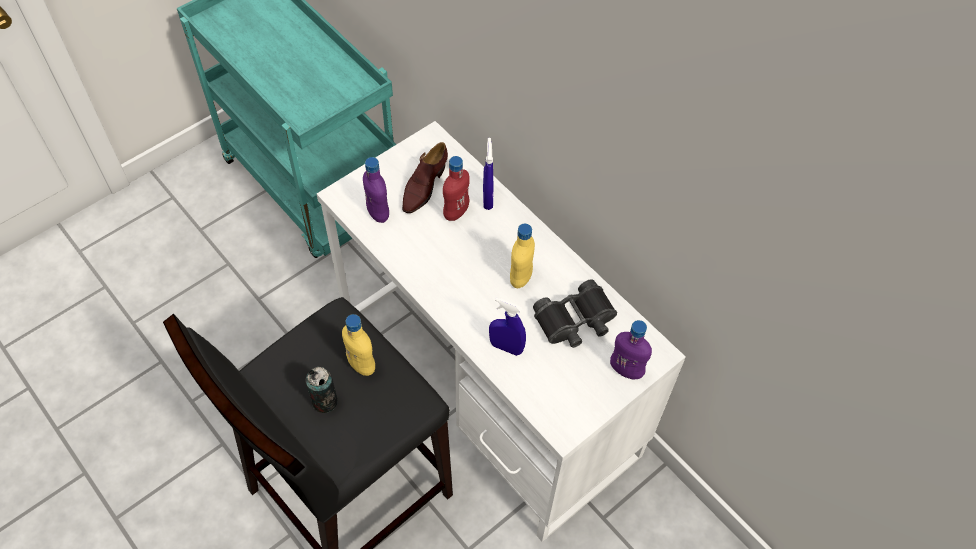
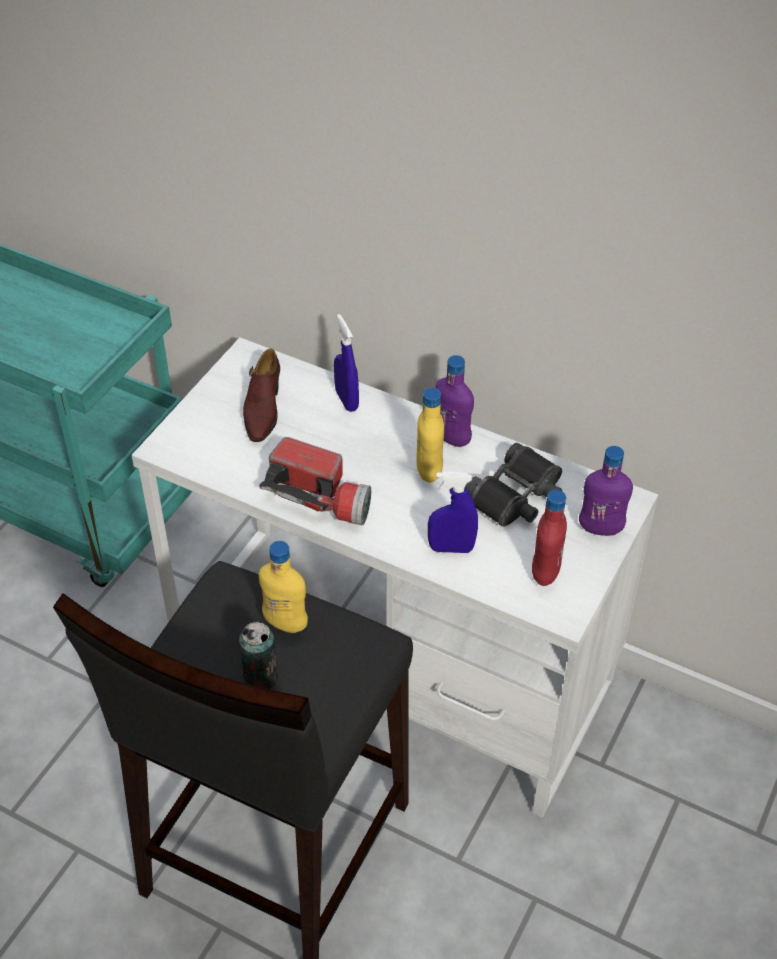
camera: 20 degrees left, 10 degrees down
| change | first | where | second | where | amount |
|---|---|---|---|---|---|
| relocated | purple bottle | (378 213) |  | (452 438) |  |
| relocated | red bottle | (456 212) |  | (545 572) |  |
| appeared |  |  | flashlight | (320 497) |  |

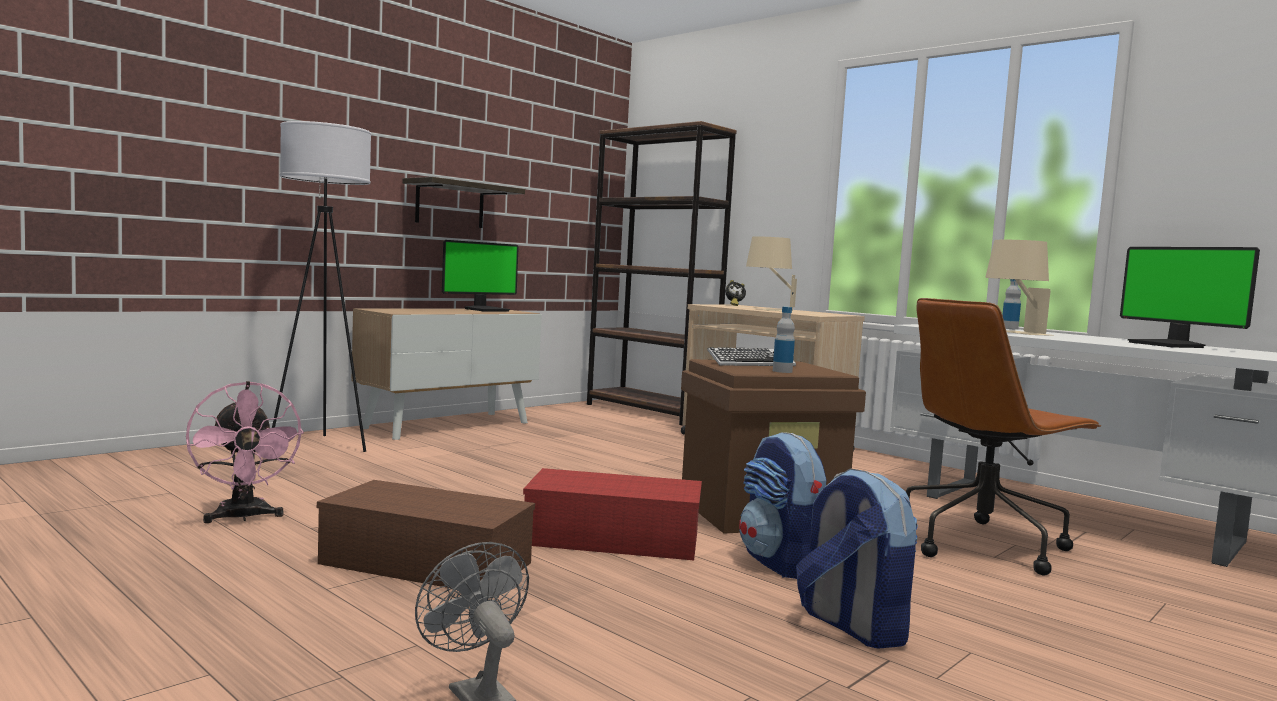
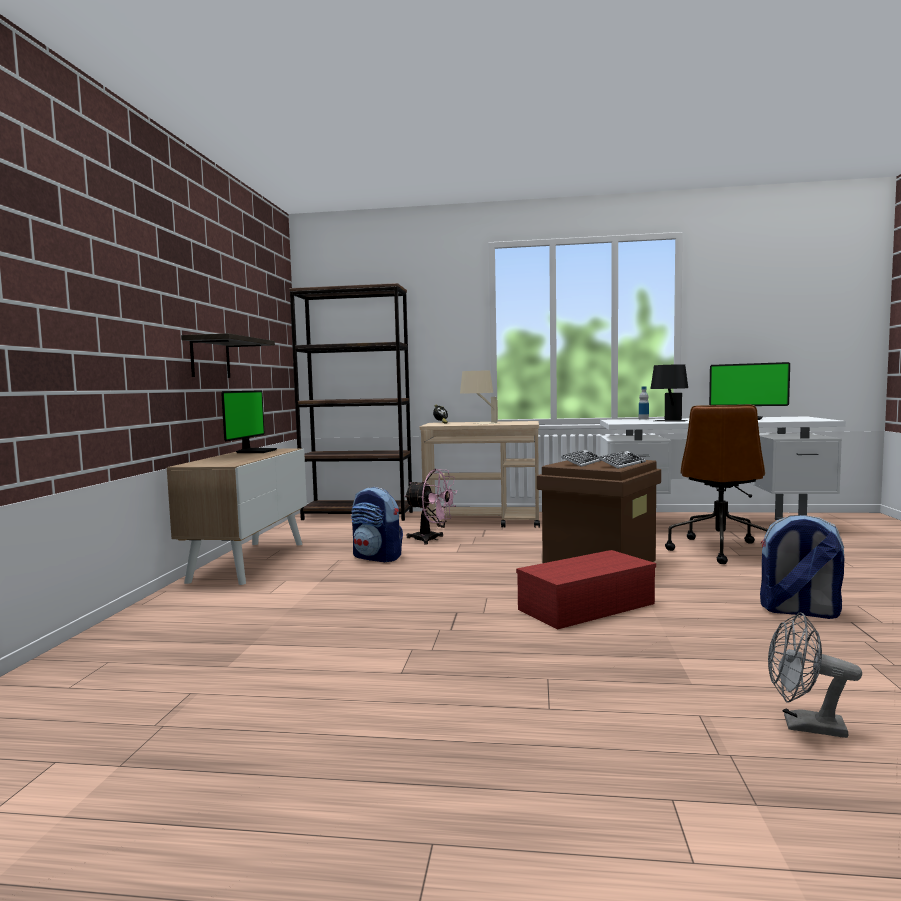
camera: 35 degrees left, 0 degrees up
| change | first | where | second | where | amount |
|---|---|---|---|---|---|
| relocated | pink fan | (243 517) |  | (431 539) |  |
| missing | white floor lamp | (320 446) |  |  |  |
| missing | brown storage box | (430 563) |  |  |  |
| relocated | backpack | (782 564) |  | (377 557) |  |
| exchanged | bottle | (782 371) | keyboard | (622 464) |  |
| colour | beige table lamp | (1014 332) | black table lamp | (669 421) |  |

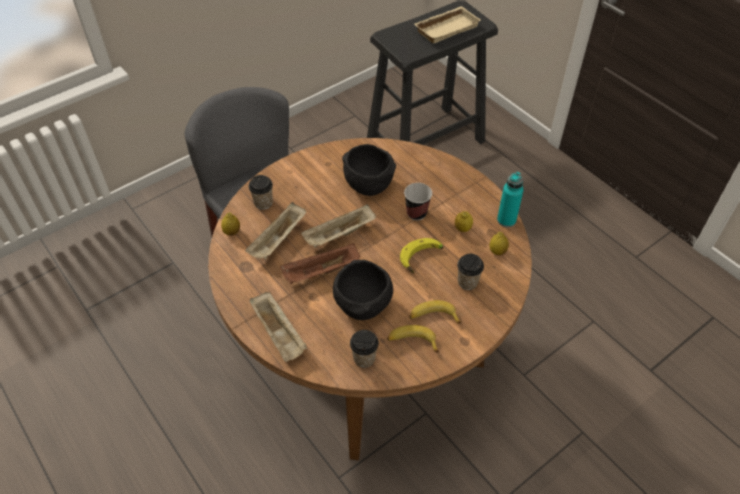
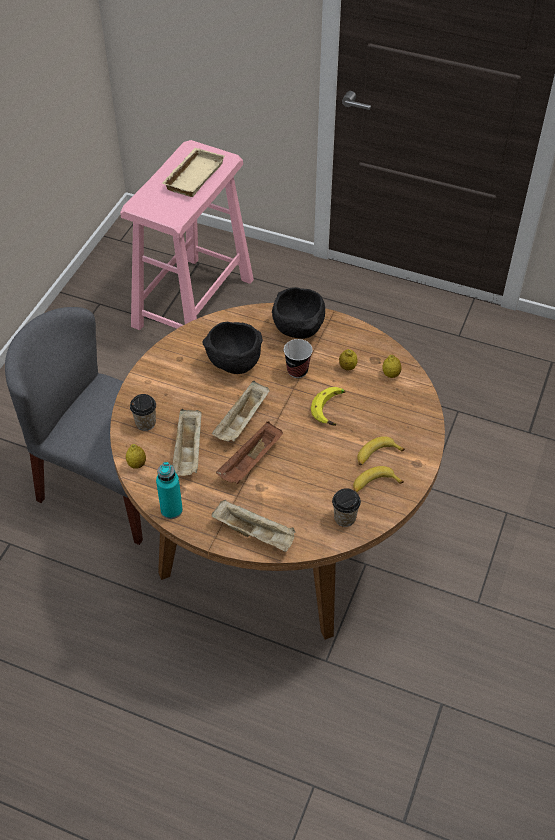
camera: 30 degrees left, 0 degrees up
| change | first | where | second | where | amount |
|---|---|---|---|---|---|
| relocated | black bowl | (363 306) |  | (299 330) |  |
| colour | black stool | (425 142) | pink stool | (193 303) |  |
| missing | cup | (467 282) |  |  |  |
| relocated | turquoise bottle | (506 220) |  | (171 510) |  |

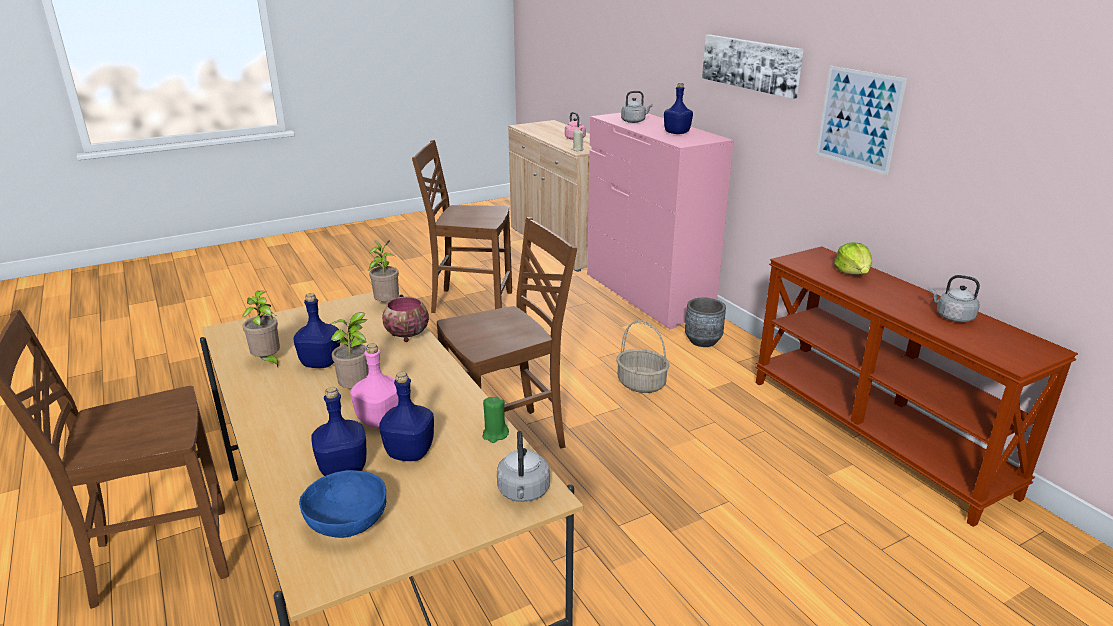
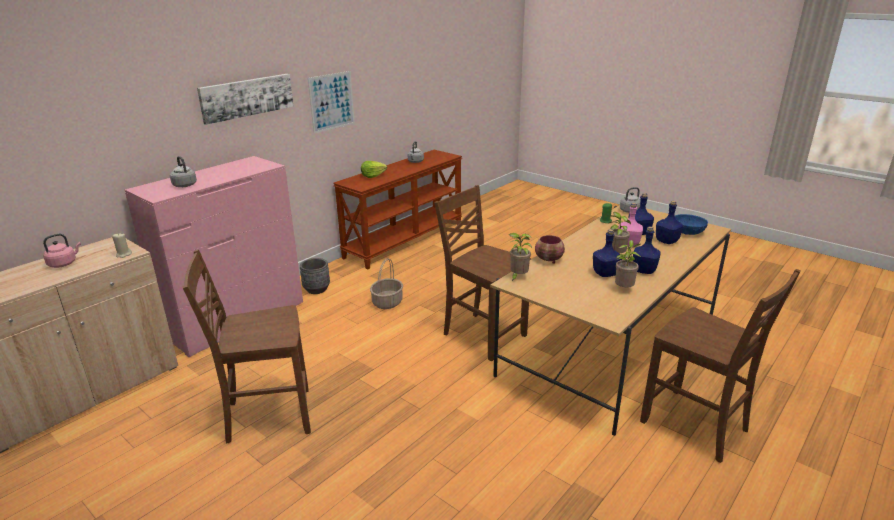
camera: 110 degrees left, 0 degrees up
| change | first | where | second | where | amount |
|---|---|---|---|---|---|
| spun | brown chair | (470 302) |  | (267 416) | 90 degrees clockwise |
| relocated | blue bottle | (677 133) |  | (644 270) |  |

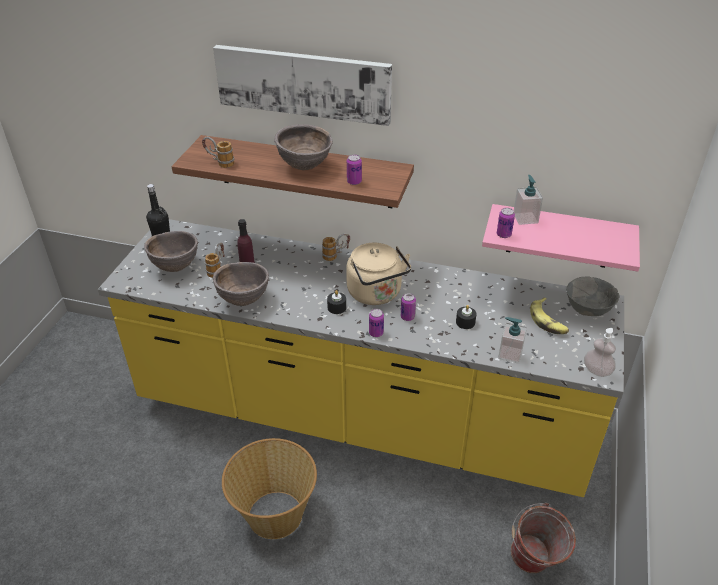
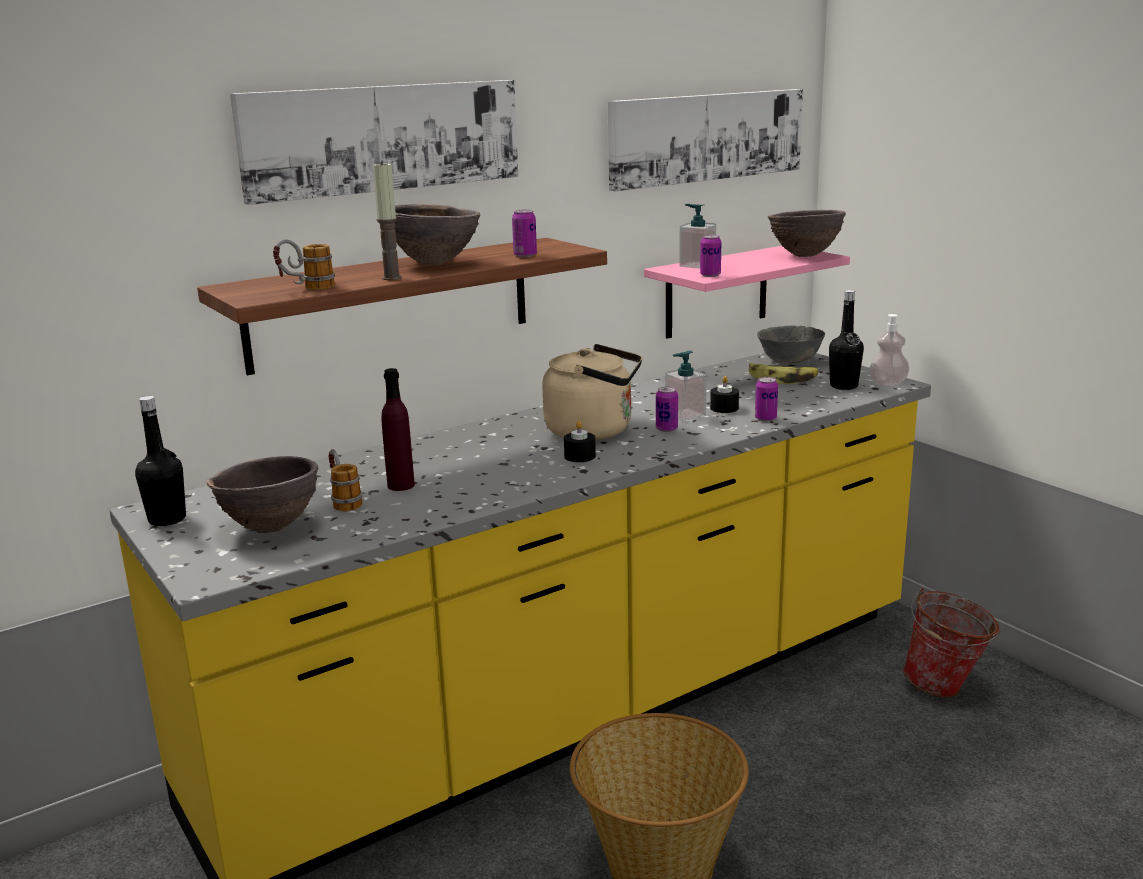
camera: 50 degrees left, 20 degrees down
| change | first | where | second | where | amount |
|---|---|---|---|---|---|
| relocated | brown bowl | (244 300) |  | (804 256) |  |
| missing | mug | (336 255) |  |  |  |
| relocated | can | (376 333) |  | (765 418) |  |
| relocated | soap dispenser | (510 354) |  | (685 415) |  |
| appeared |  |  | candle | (392 278) |  |
| appeared |  |  | picture | (706 137) |  |
| appeared |  |  | black bottle | (843 386) |  |

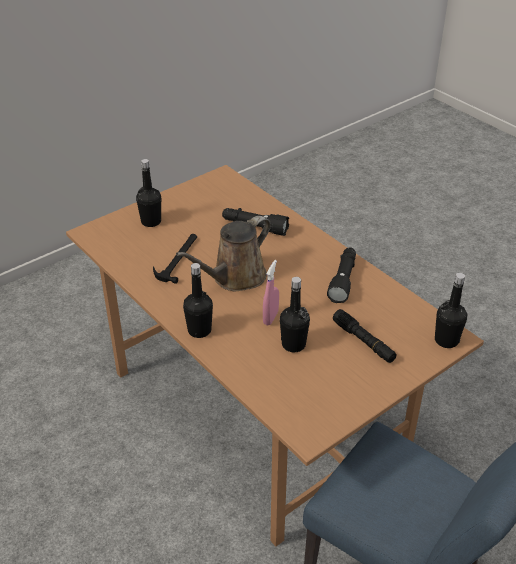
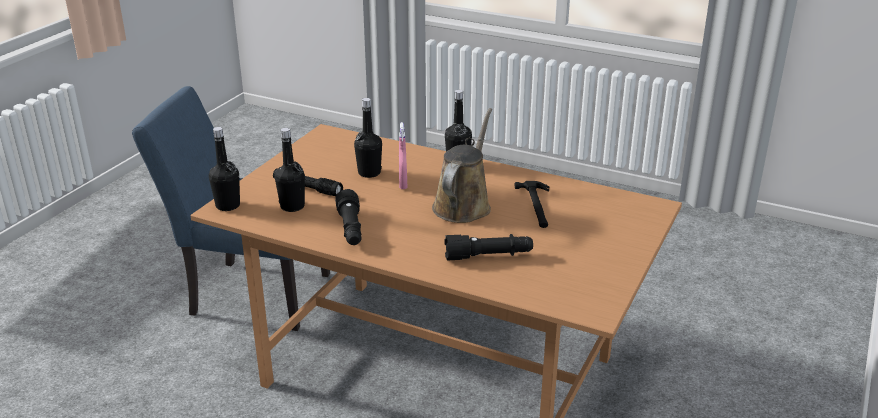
camera: 155 degrees right, 10 degrees down
| change | first | where | second | where | amount |
|---|---|---|---|---|---|
| relocated | black bottle | (151 221) |  | (292 206) |  |

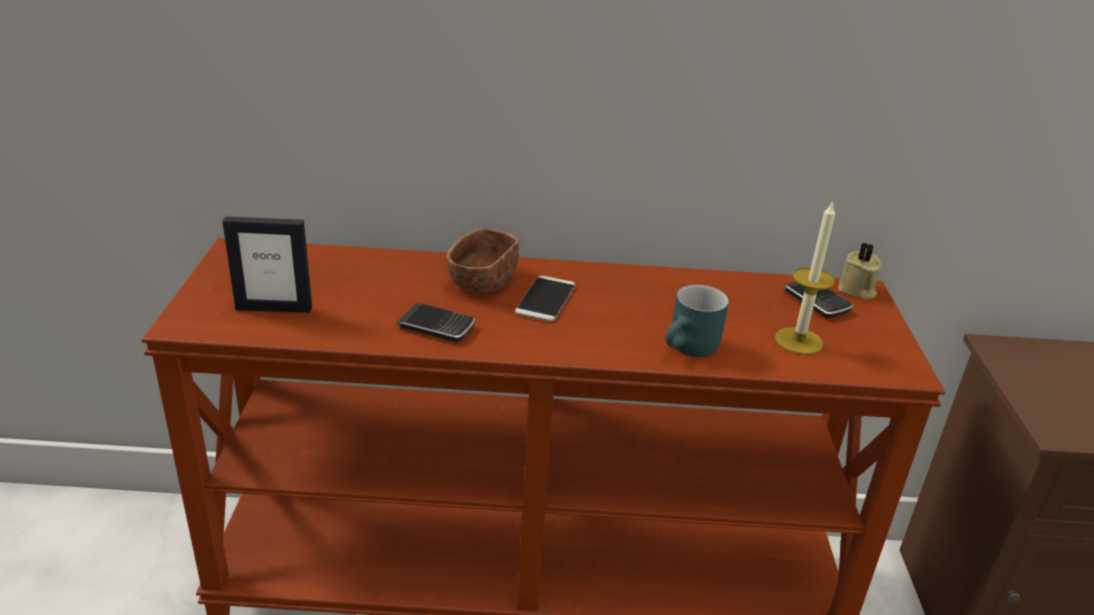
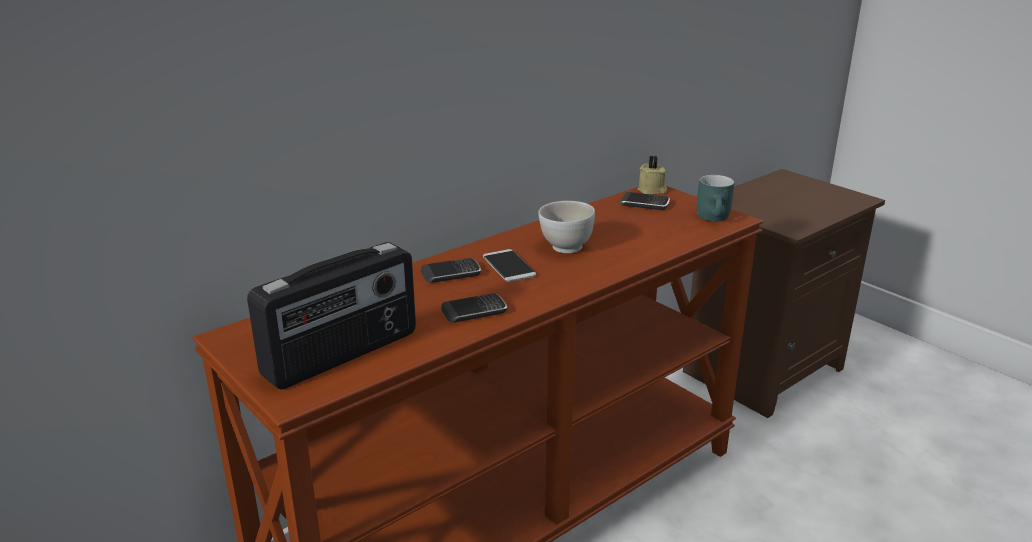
camera: 40 degrees left, 5 degrees down
| change | first | where | second | where | amount |
|---|---|---|---|---|---|
| exchanged | picture frame | (274 308) | radio | (342 355) |  |
| exchanged | brown bowl | (482 280) | phone | (451 273) |  |
| relocated | turquoise mug | (691 350) |  | (716 218) |  |
| missing | candle | (798 341) |  |  |  |
| appeared |  |  | white bowl | (565 248) |  |

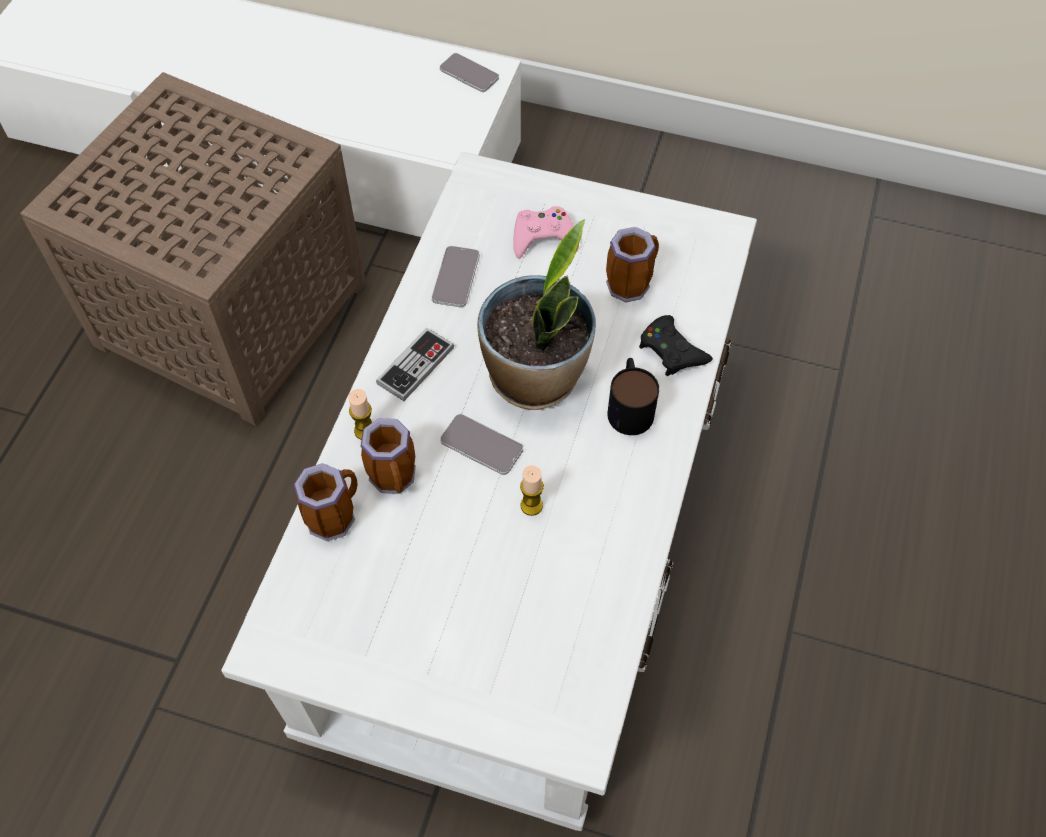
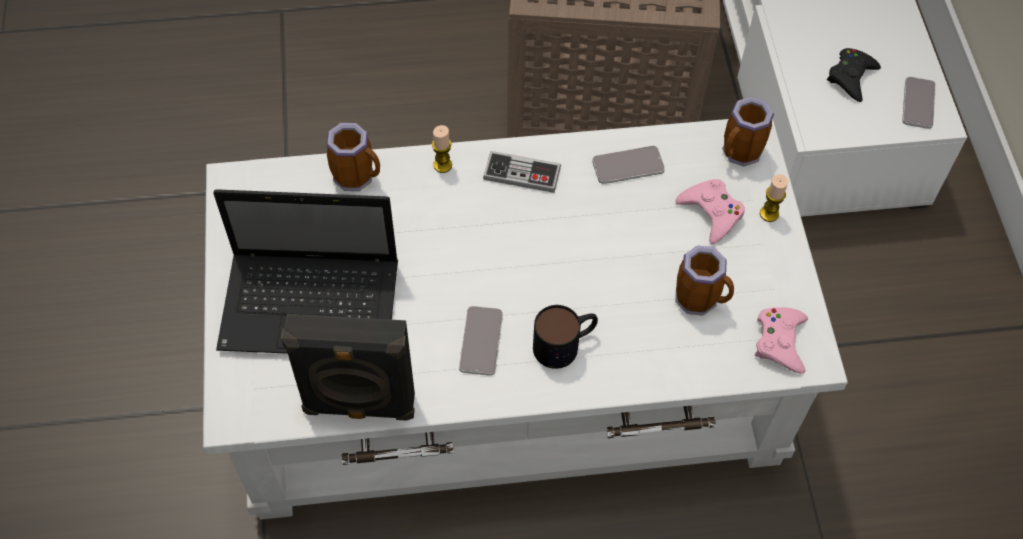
camera: 65 degrees right, 0 degrees up
| change | first | where | second | where | amount |
|---|---|---|---|---|---|
| relocated | mug | (396 478) |  | (740 154) |  |
| relocated | phone | (481 445) |  | (481 341) |  |
| missing | potted plant | (536 377) |  |  |  |
| relocated | candle | (531 505) |  | (769 214) |  |
| relocated | black game controller | (671 350) |  | (851 77) |  |
| appeared |  |  | laptop | (314 306) |  |
| appeared |  |  | black speaker | (359 407) |  |
| appeared |  |  | pink game controller | (780 342) |  |

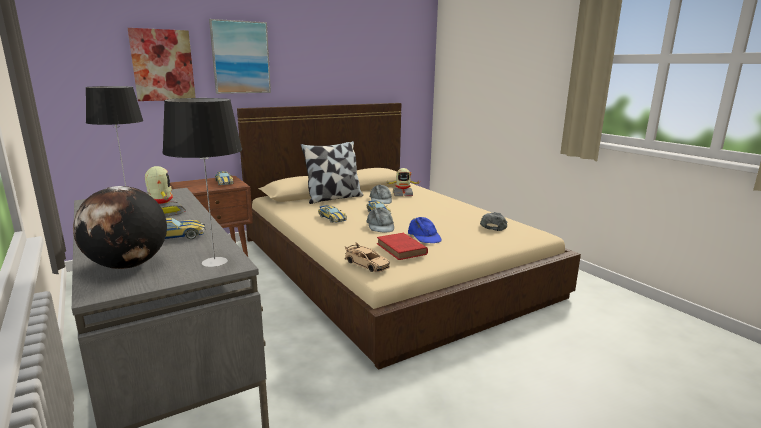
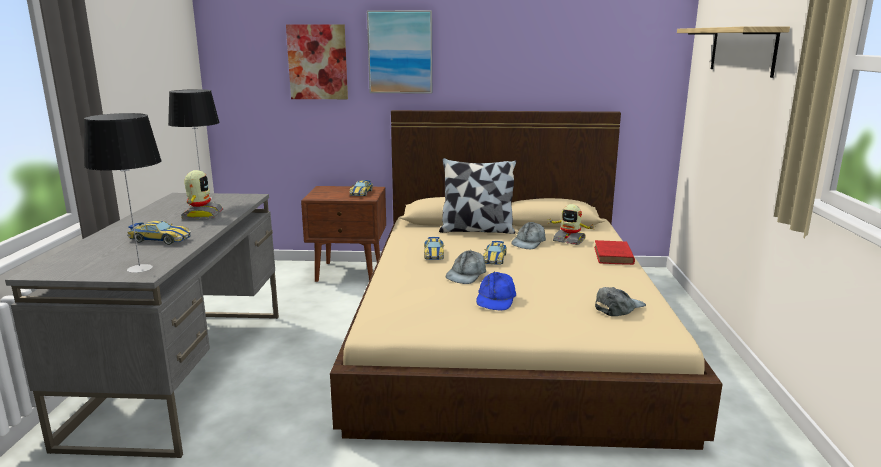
camera: 35 degrees right, 0 degrees up
| change | first | where | second | where | amount |
|---|---|---|---|---|---|
| missing | globe | (128 265) |  |  |  |
| missing | beige toy car | (367 264) |  |  |  |
| relocated | red book | (402 249) |  | (613 256) |  |
| appeared |  |  | shelf | (742 50) |  |

